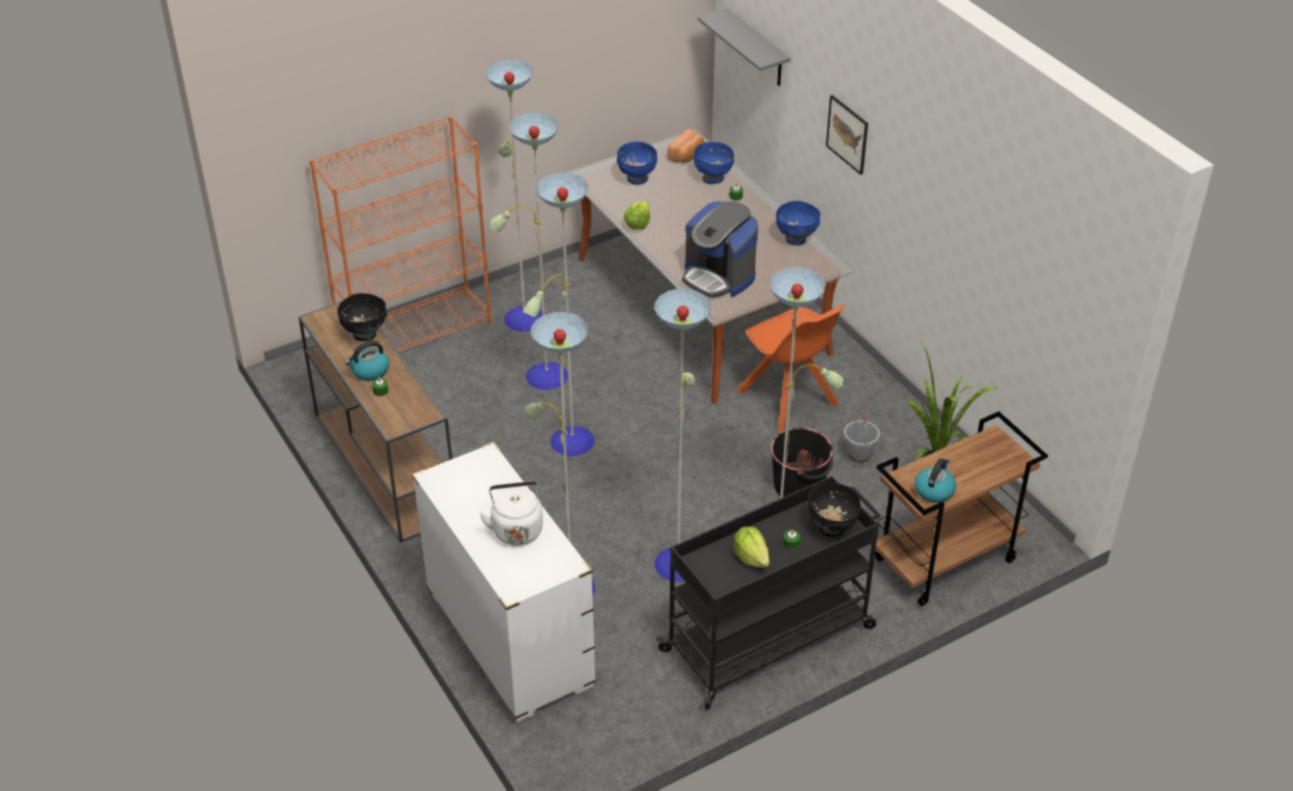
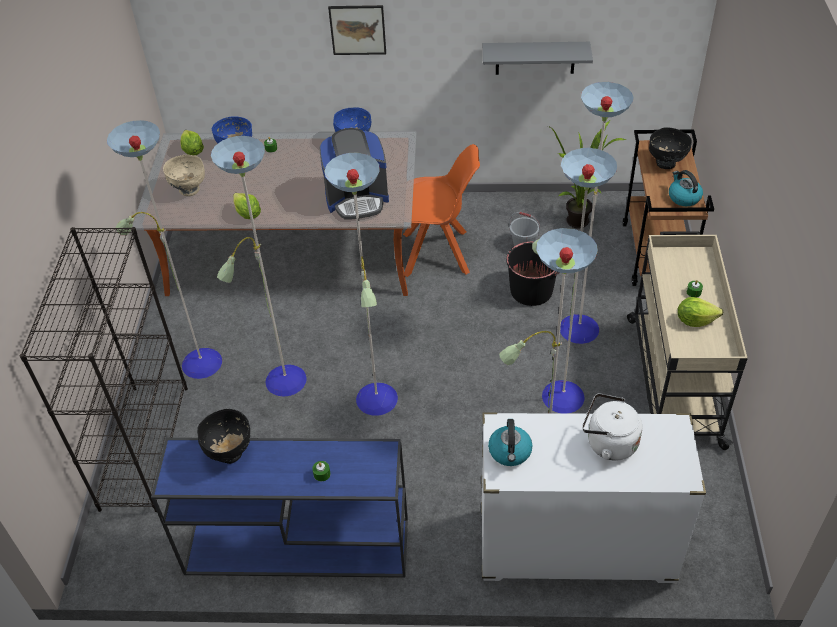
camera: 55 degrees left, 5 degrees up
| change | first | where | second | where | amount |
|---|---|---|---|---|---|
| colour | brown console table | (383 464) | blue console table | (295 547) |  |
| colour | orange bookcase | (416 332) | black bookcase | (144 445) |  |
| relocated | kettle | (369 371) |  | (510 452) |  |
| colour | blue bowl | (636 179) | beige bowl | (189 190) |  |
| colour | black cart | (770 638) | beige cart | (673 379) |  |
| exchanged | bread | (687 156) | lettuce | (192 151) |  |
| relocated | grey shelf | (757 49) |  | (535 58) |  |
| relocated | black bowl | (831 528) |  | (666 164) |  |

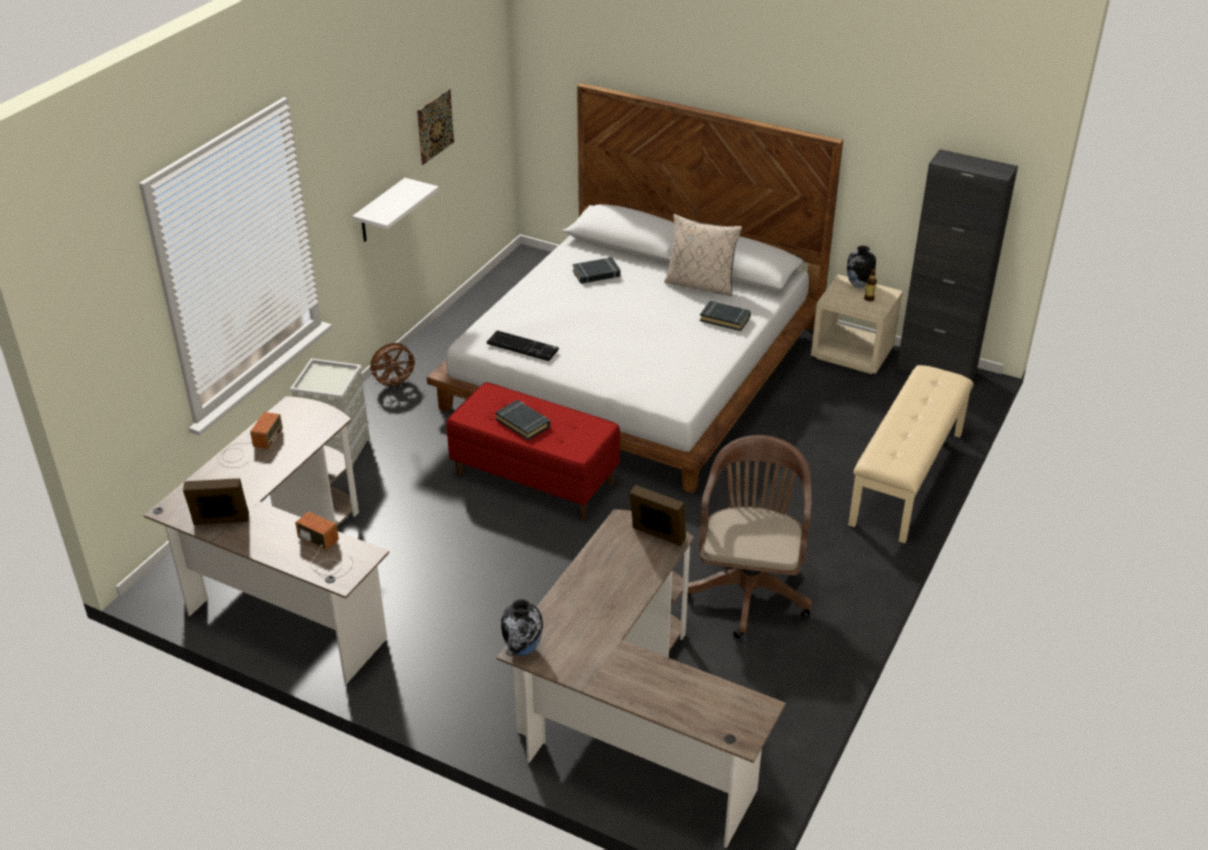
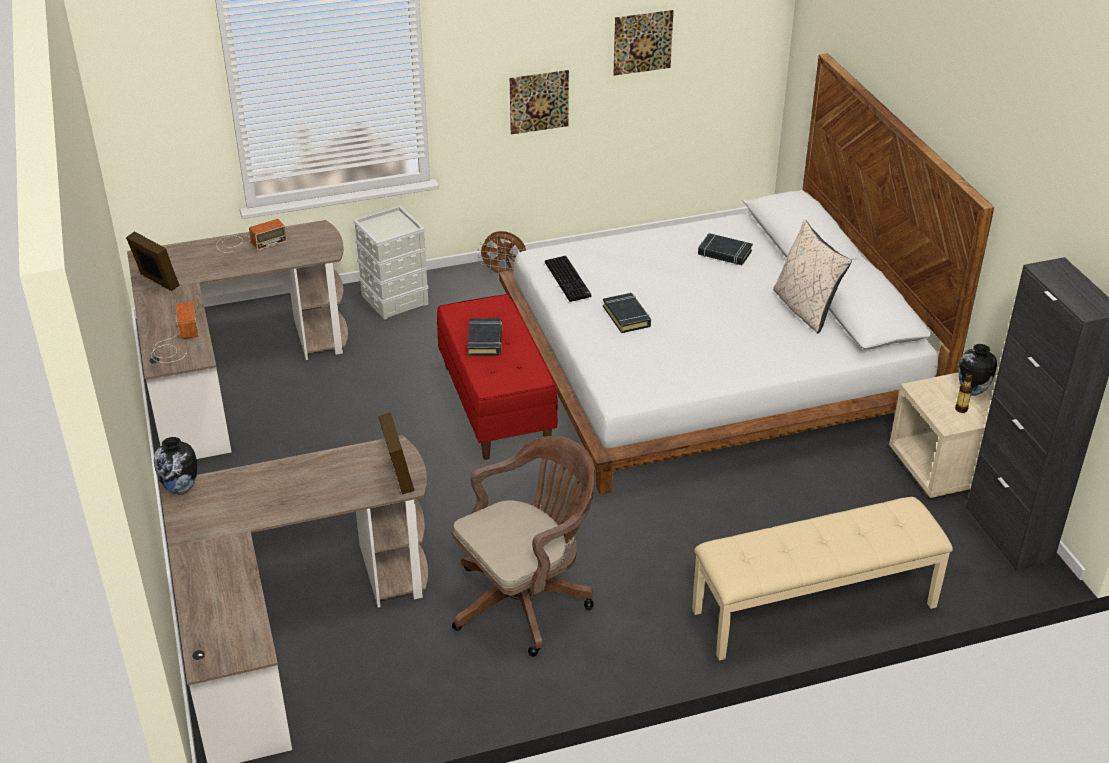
camera: 45 degrees right, 0 degrees up
| change | first | where | second | where | amount |
|---|---|---|---|---|---|
| exchanged | white shelf | (380 211) | picture | (539 102) |  |
| relocated | black book | (725 319) |  | (627 316) |  |

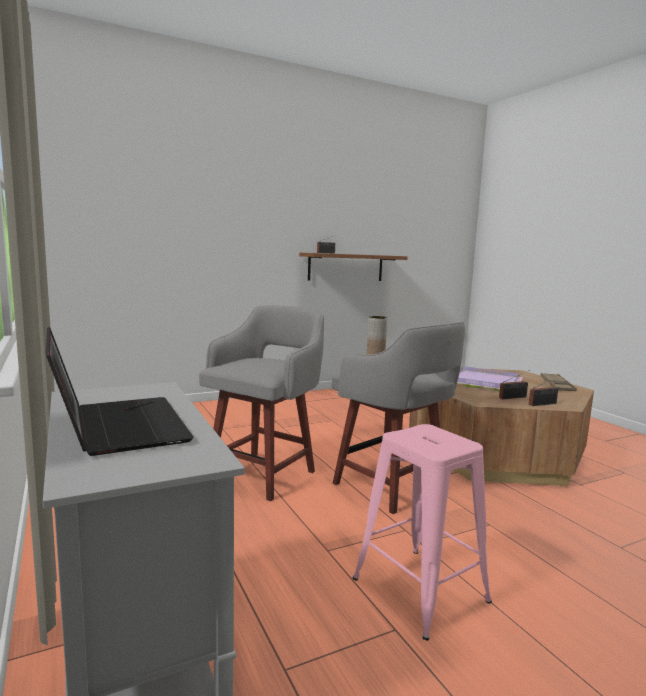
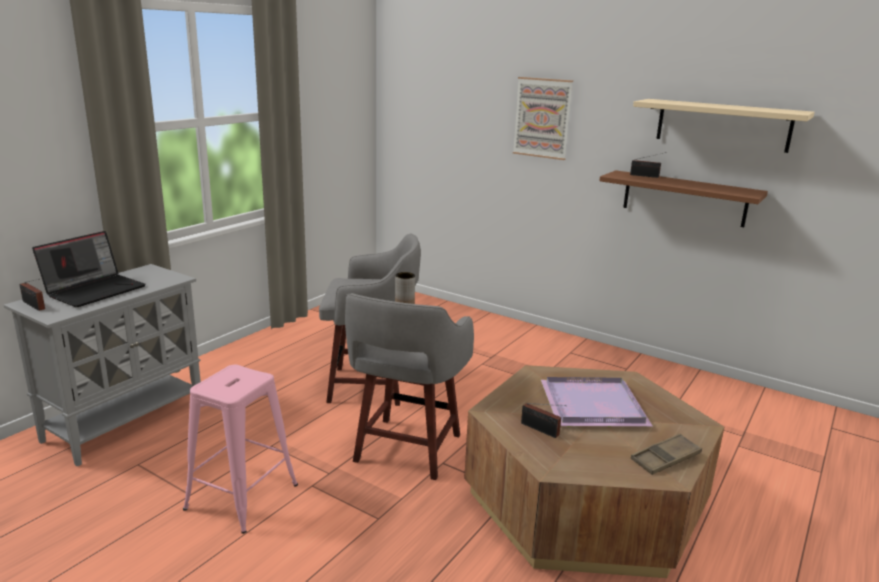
camera: 60 degrees right, 10 degrees up
| change | first | where | second | where | amount |
|---|---|---|---|---|---|
| relocated | radio | (544 404) |  | (34 306) |  |
| appeared |  |  | picture | (542 118) |  |
| appeared |  |  | beige shelf | (722 125) |  |

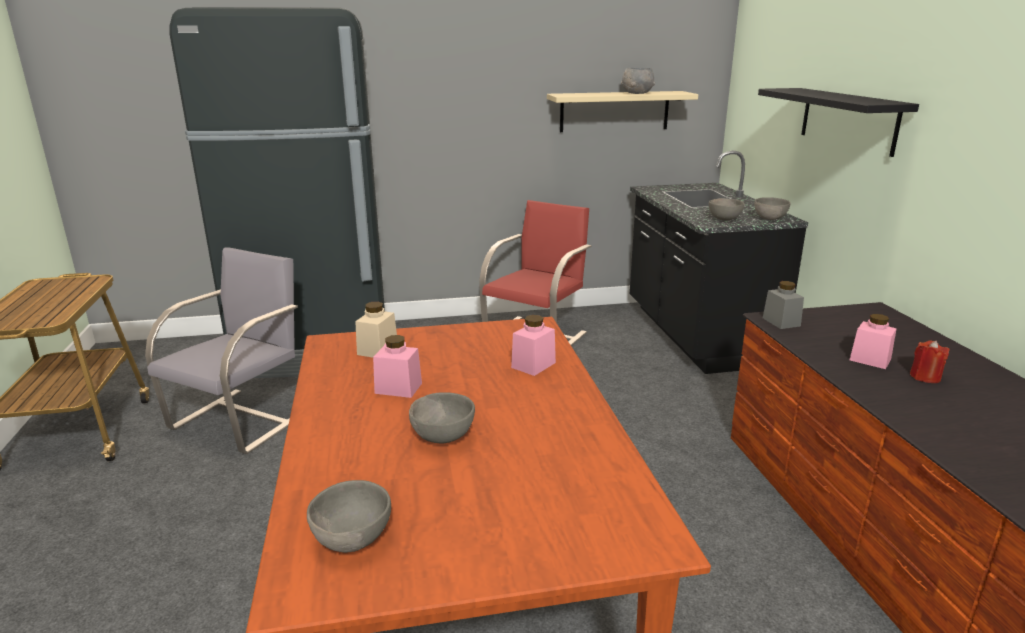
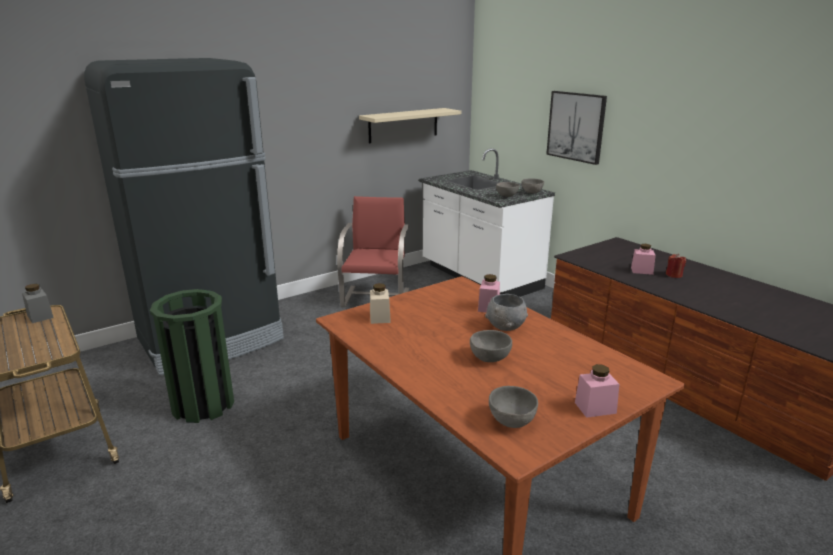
camera: 25 degrees left, 0 degrees up
| change | first | where | second | where | amount |
|---|---|---|---|---|---|
| exchanged | grey chair | (242 419) | green trash can | (203 404) |  |
| relocated | pink jar | (398 388) |  | (595 408) |  |
| relocated | grey bowl | (636 93) |  | (505 326) |  |
| colour | black counter | (695 335) | white counter | (479 277) |  |
| exchanged | black shelf | (848 120) | picture | (576 126) |  |
| relocated | grey jar | (781 322) |  | (40 316) |  |

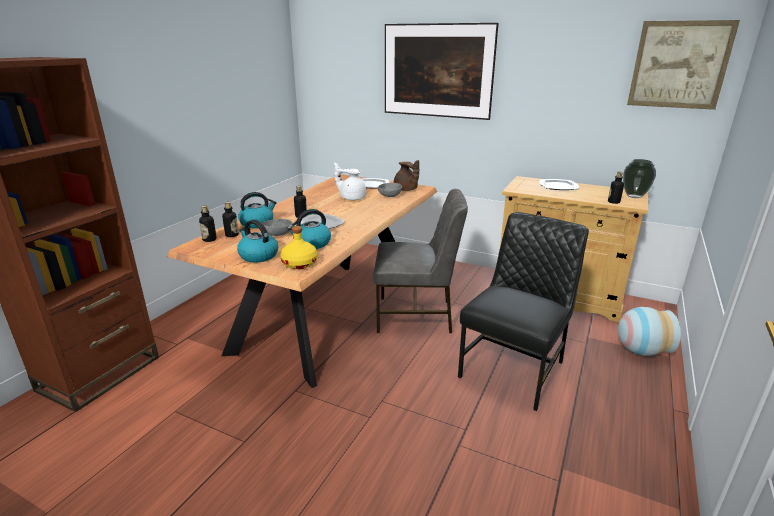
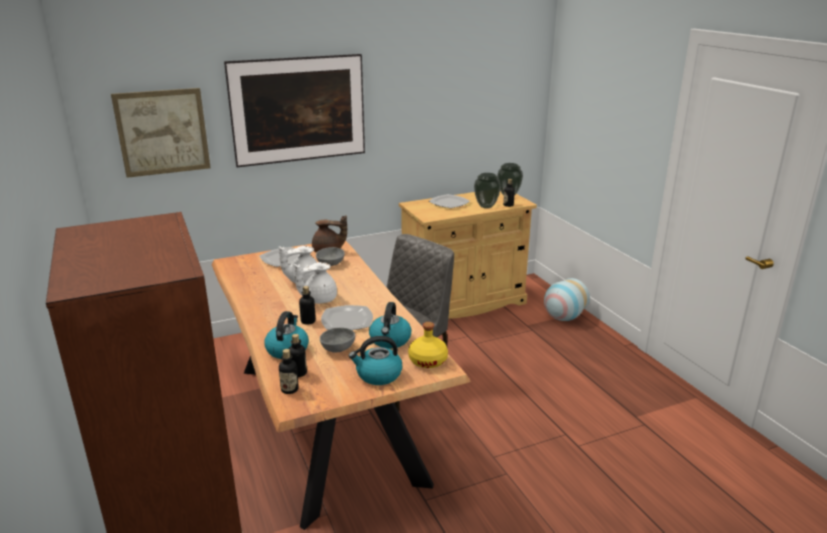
camera: 50 degrees left, 0 degrees up
| change | first | where | second | where | amount |
|---|---|---|---|---|---|
| missing | black chair | (514 369) |  |  |  |
| relocated | picture | (679 65) |  | (162 132) |  |
| appeared |  |  | white teapot | (318 299) |  |
| appeared |  |  | vase | (486 206) |  |

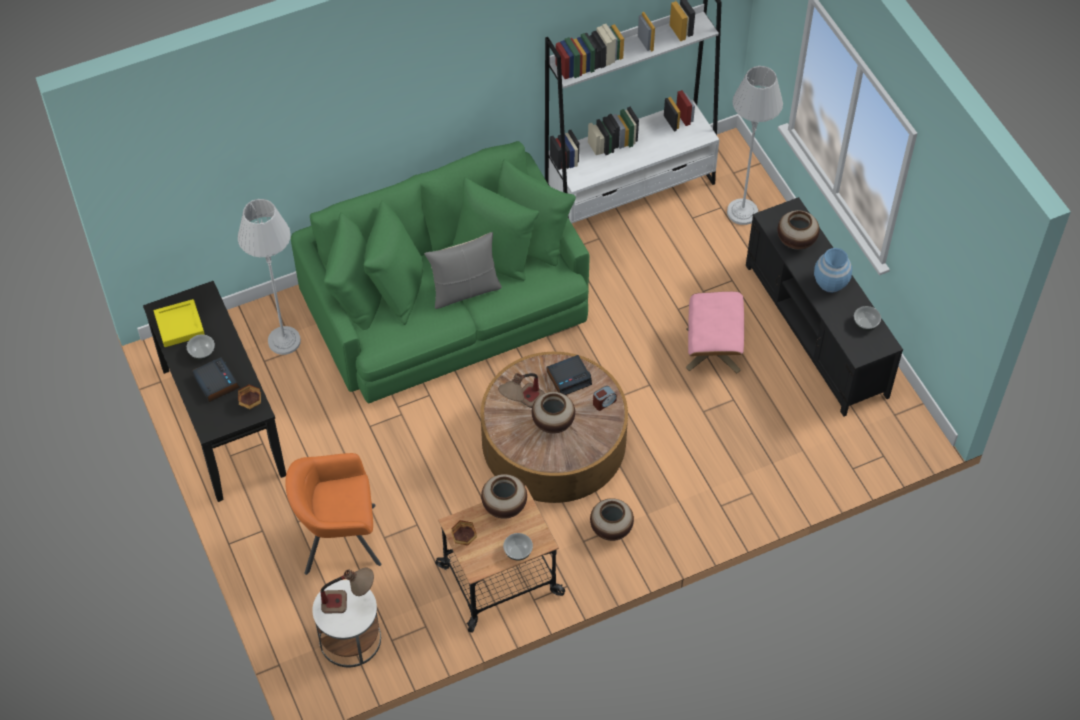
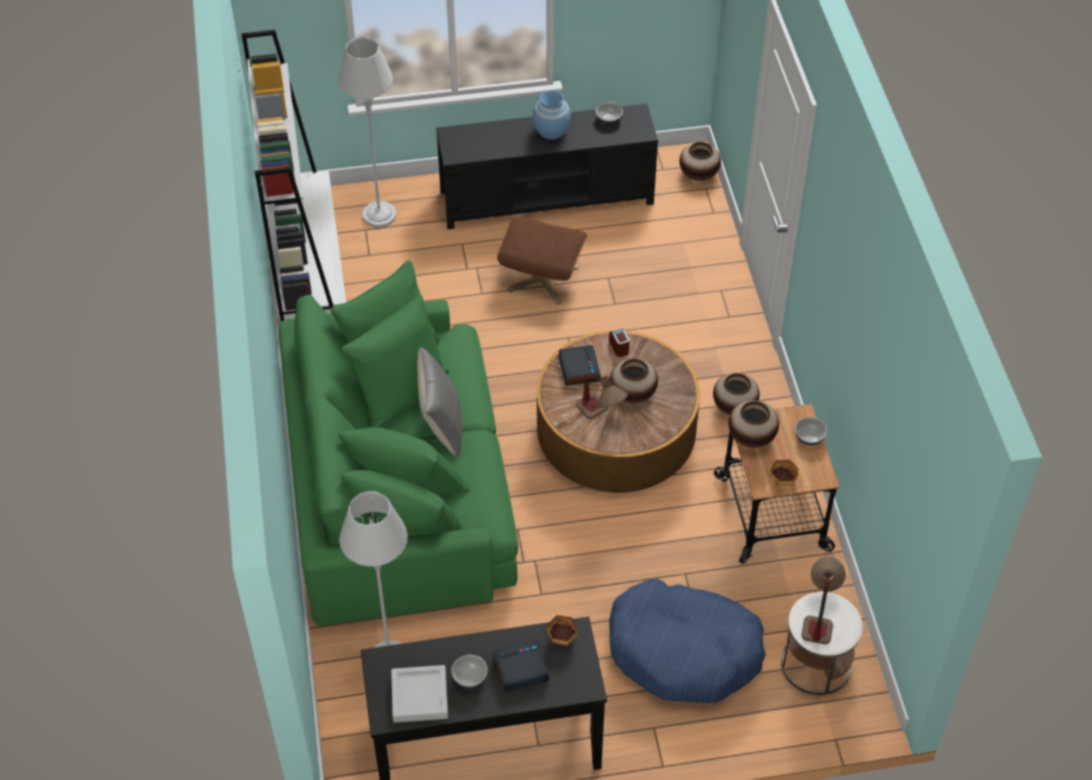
camera: 75 degrees left, 5 degrees down
| change | first | where | second | where | amount |
|---|---|---|---|---|---|
| colour | yellow tray | (179 326) | grey tray | (419 697) |  |
| exchanged | orange armchair | (339 538) | blue dog bed | (684 651) |  |
| colour | pink ottoman | (713 349) | brown ottoman | (542 278) |  |
| relocated | vase | (796 241) |  | (698 175) |  |

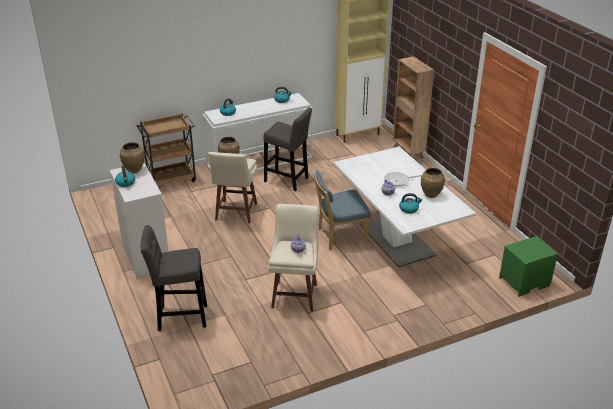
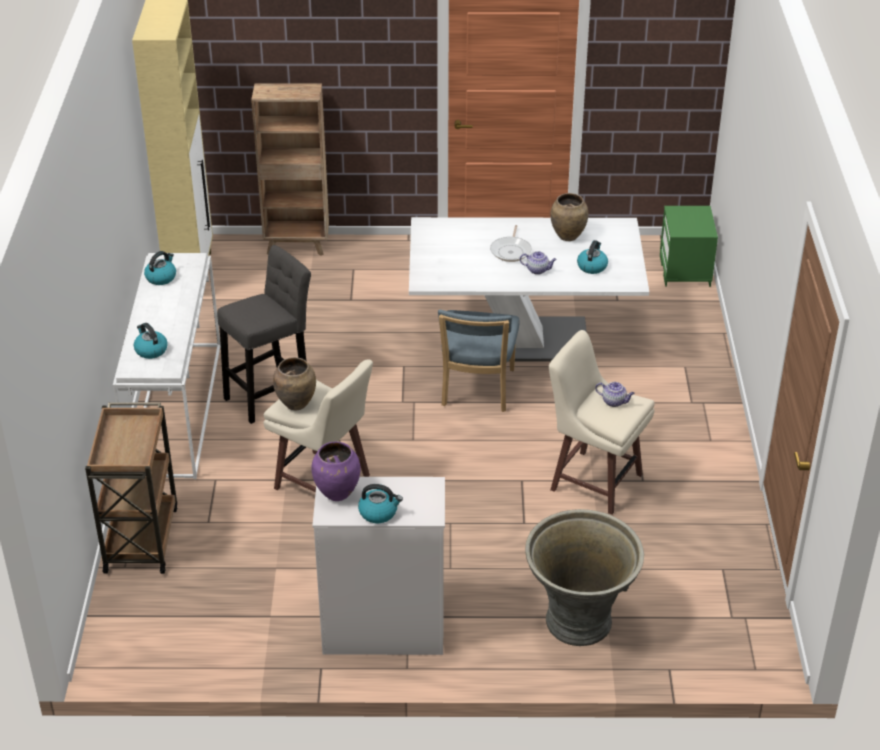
camera: 65 degrees left, 5 degrees up
| change | first | where | second | where | amount |
|---|---|---|---|---|---|
| colour | brown vase | (134 170) | purple vase | (338 493) |  |
| exchanged | grey stool | (179 317) | grey planter | (578 623) |  |

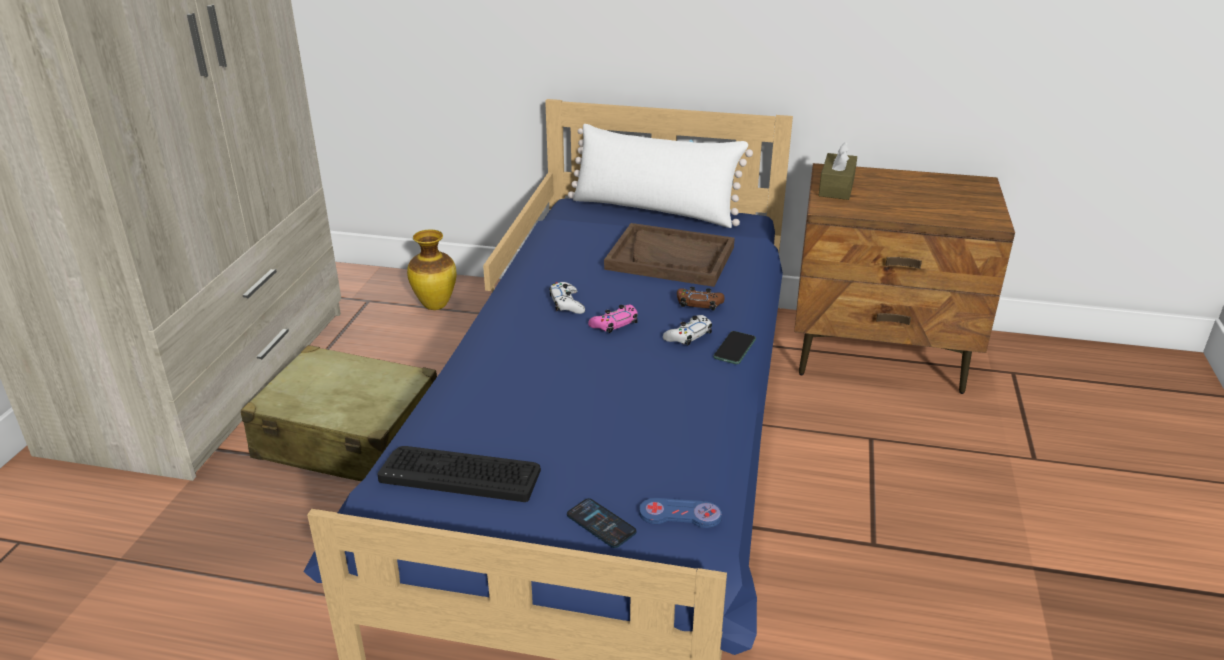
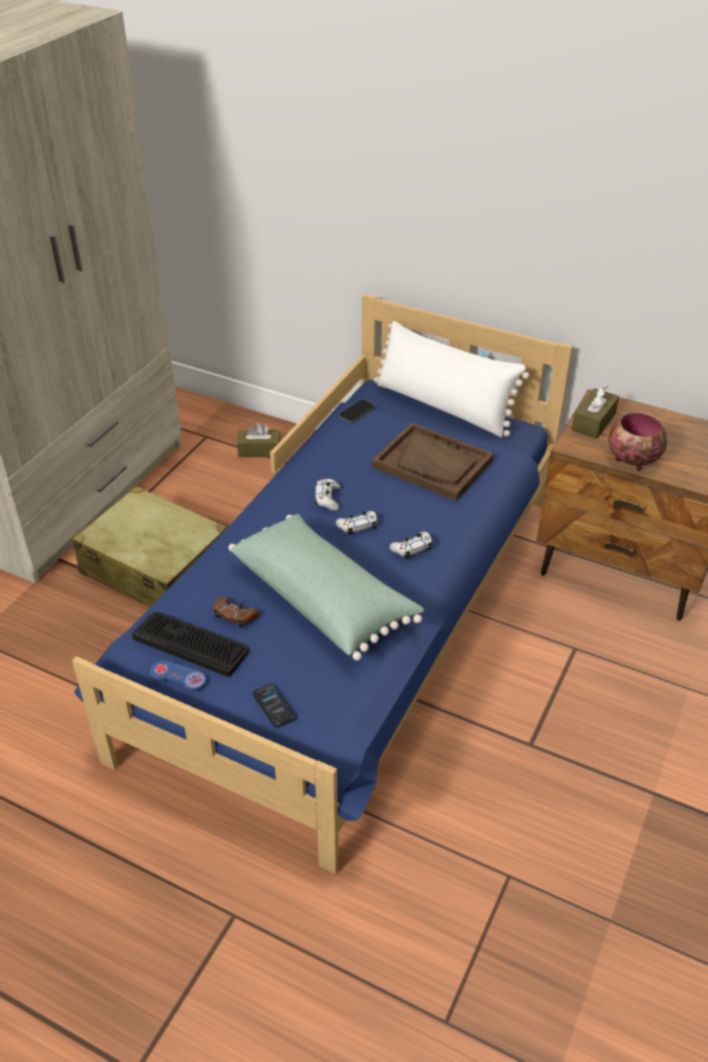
camera: 15 degrees right, 10 degrees up
| change | first | where | second | where | amount |
|---|---|---|---|---|---|
| exchanged | vase | (436 305) | brown tissue box | (259 450) |  |
| colour | pink game controller | (614 324) | white game controller | (357 526) |  |
| relocated | blue game controller | (680 515) |  | (178 677) |  |
| relocated | brown game controller | (699 304) |  | (235 615) |  |
| relocated | phone | (734 348) |  | (356 412) |  |
| appeared |  |  | green pillow | (324 598) |  |
| appeared |  |  | bowl | (631 459) |  |

